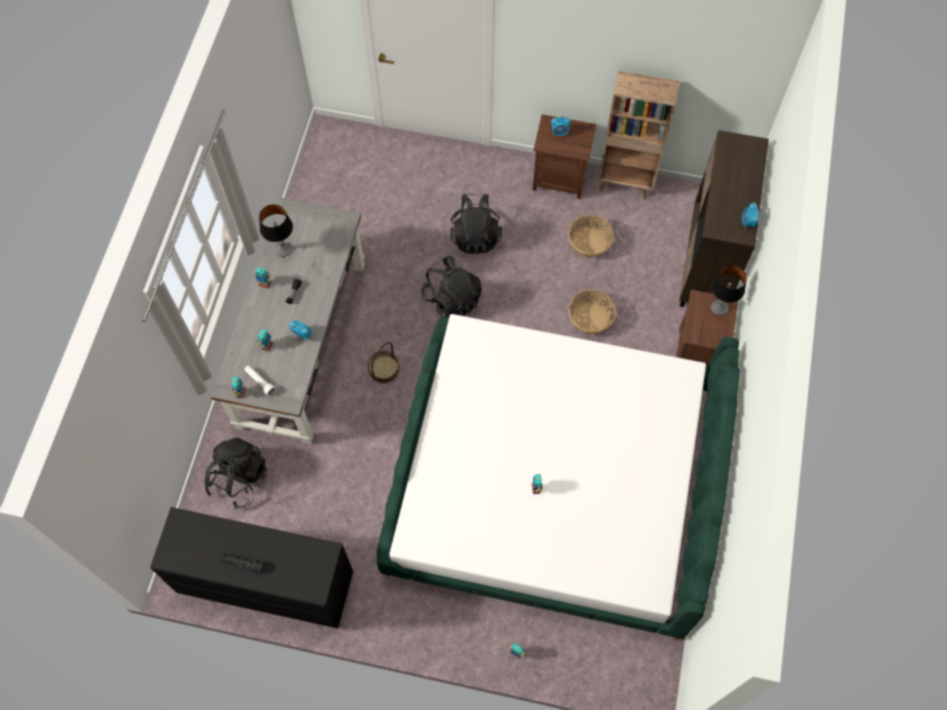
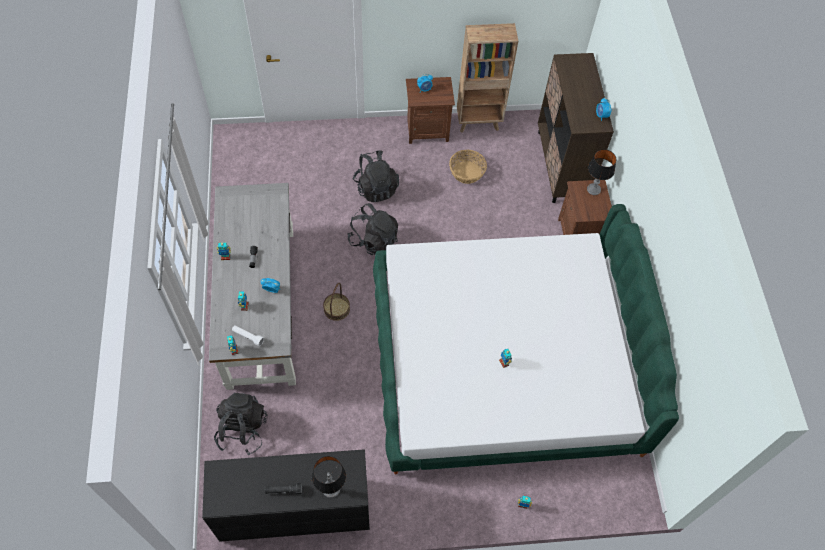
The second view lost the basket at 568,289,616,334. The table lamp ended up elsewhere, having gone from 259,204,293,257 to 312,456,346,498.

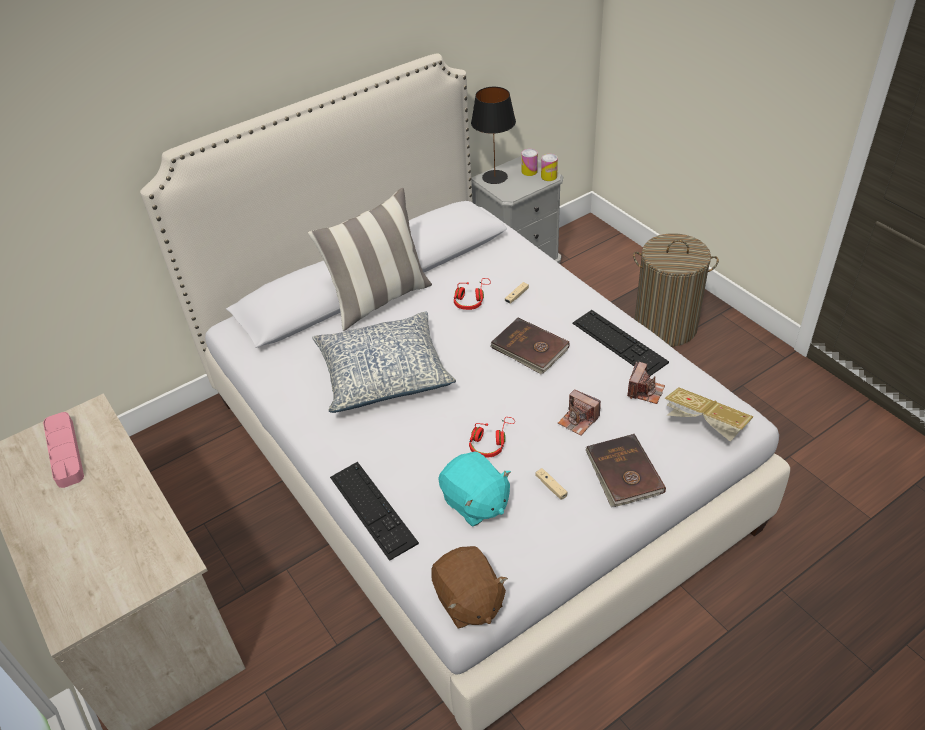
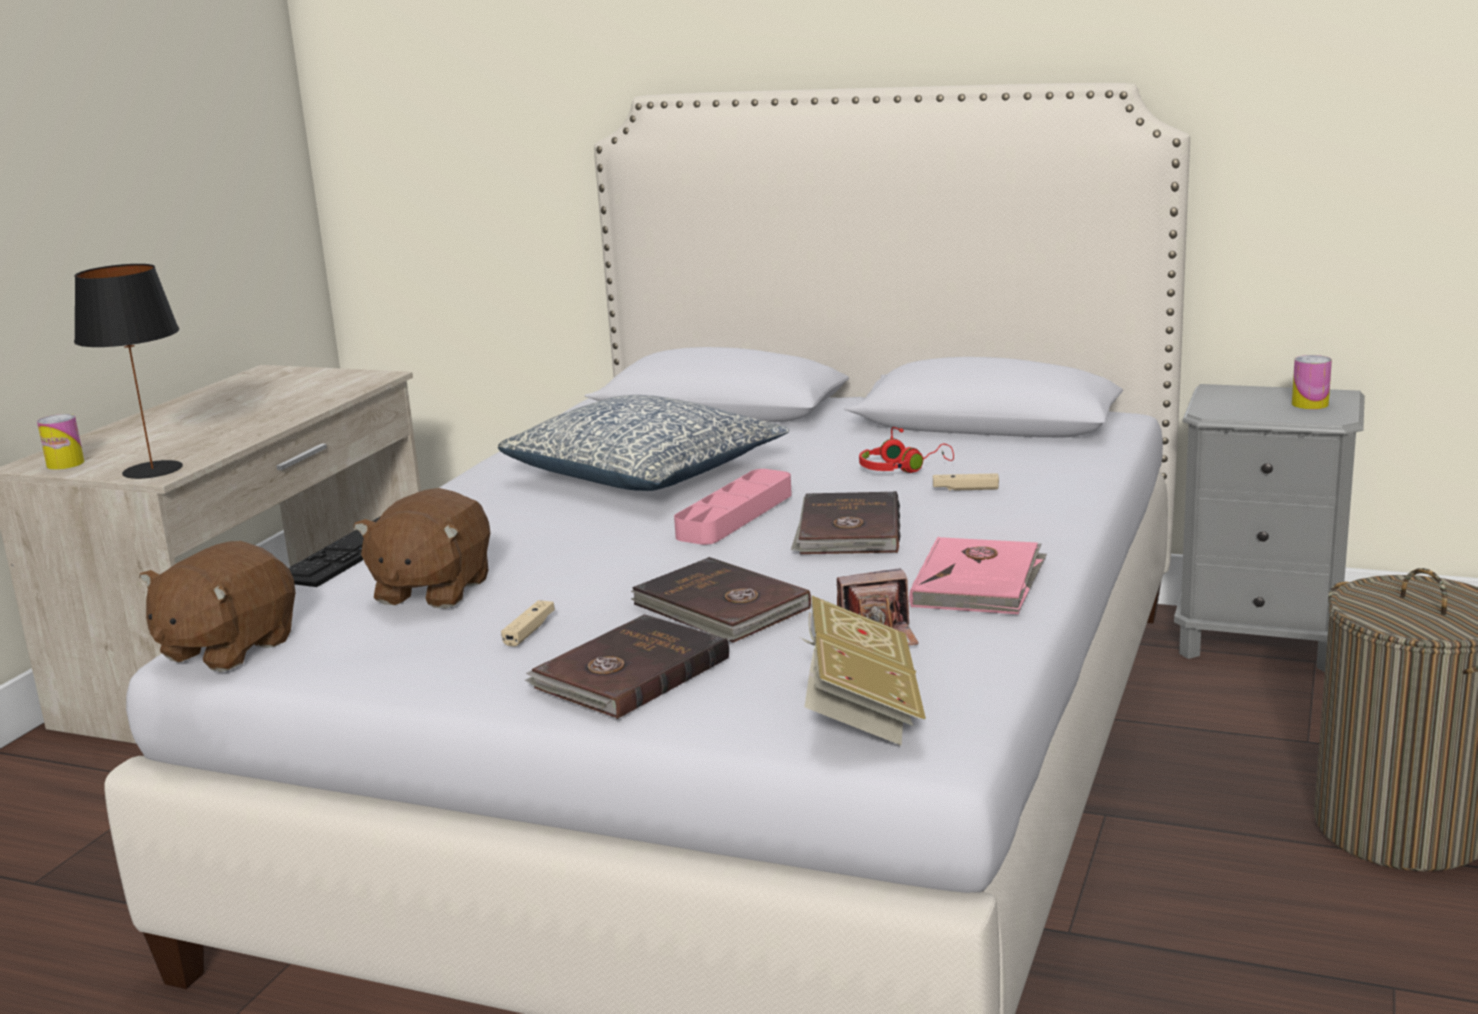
The second view lost the pillow at 308,188,432,331. The second view lost the red headphones at 469,417,515,457. The pink tray ended up elsewhere, having gone from 43,412,84,488 to 674,469,792,545. The black table lamp ended up elsewhere, having gone from 471,87,516,184 to 74,264,183,479. The can ended up elsewhere, having gone from 541,154,558,181 to 37,414,84,470. Where the photo camera stood at 558,389,601,436, the brown book came to stand at 631,557,811,643. Where the keyboard stood at 572,310,669,376, the pink book came to stand at 909,537,1047,614. What was the turquoise plush toy at 438,452,511,527 turned into the brown plush toy at 353,488,491,609.

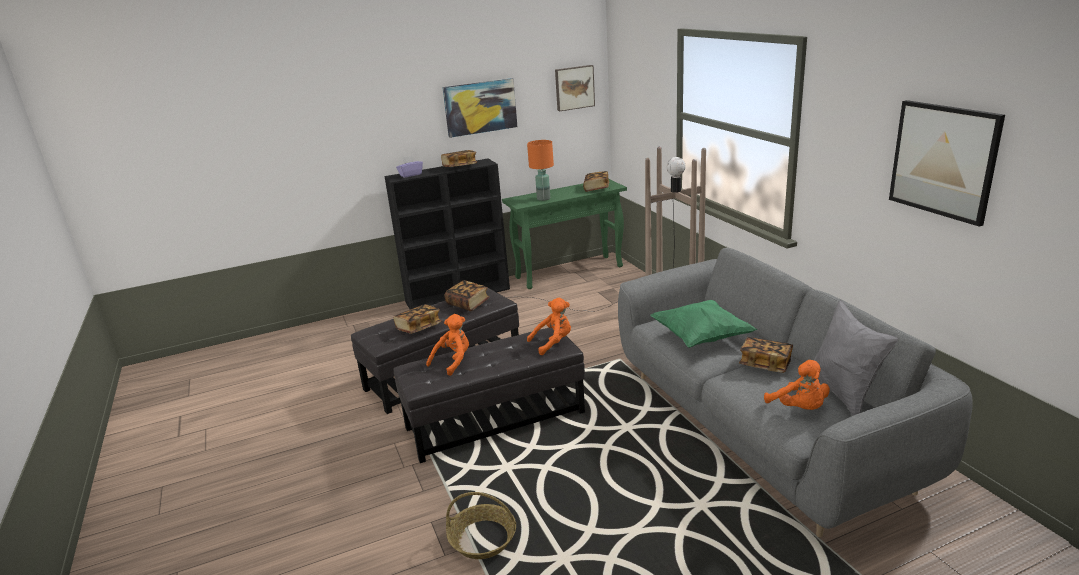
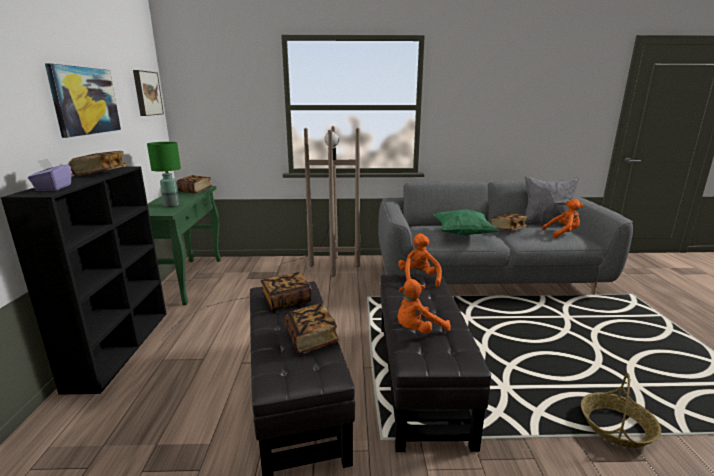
The second view lost the picture at 889,100,1005,227. What was the orange table lamp at 527,140,554,201 turned into the green table lamp at 147,142,181,207. The orange plush toy at 426,314,469,376 ended up facing another way, 90 degrees counterclockwise from before.

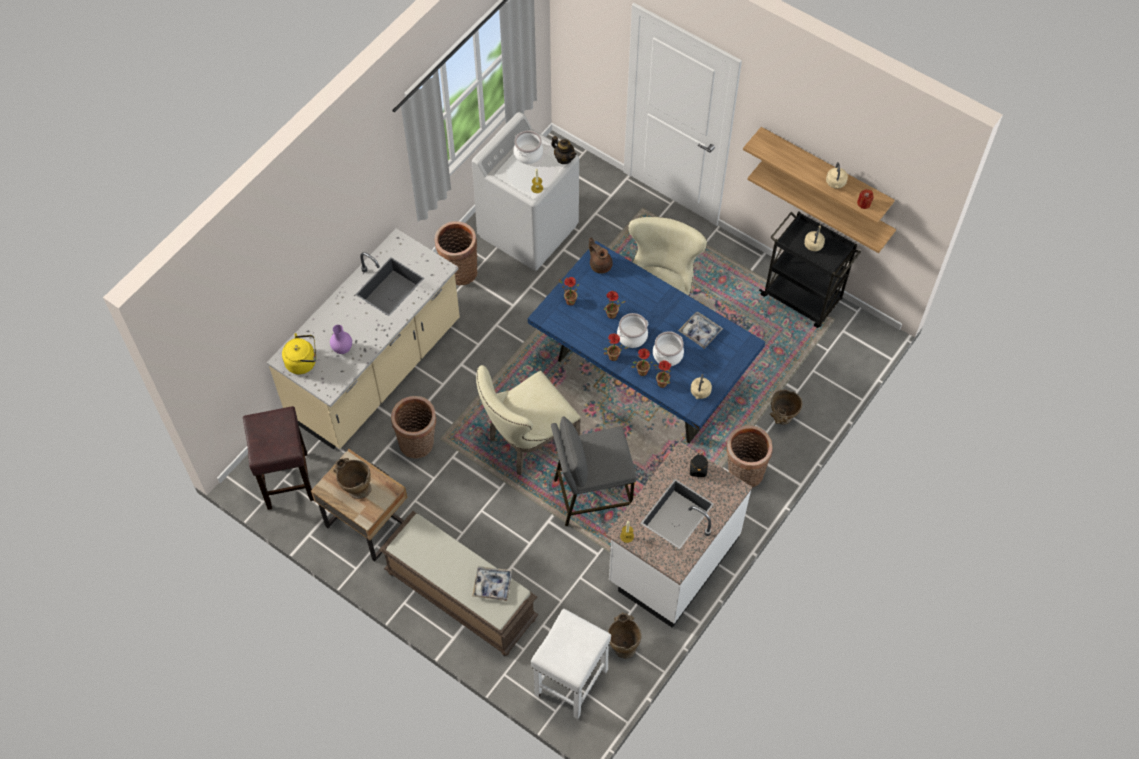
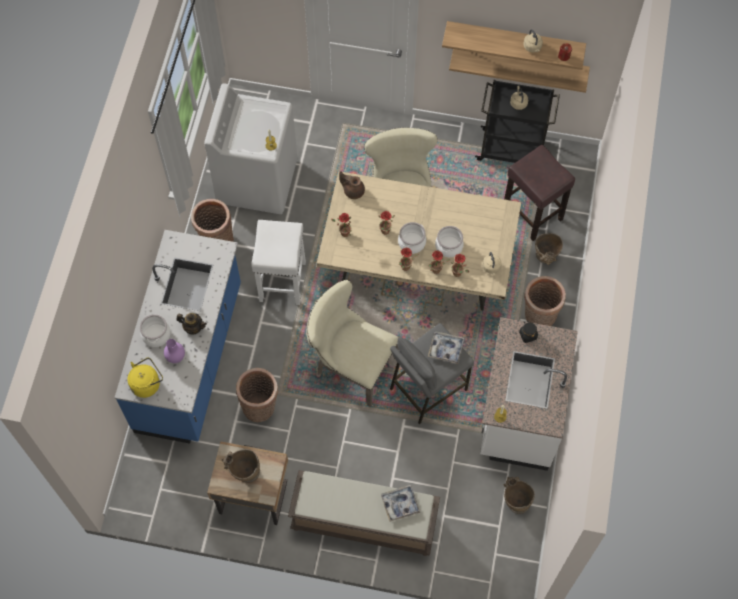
The brown stool ended up elsewhere, having gone from 243,406,314,510 to 504,145,575,241. The cooking pot ended up elsewhere, having gone from 514,131,543,164 to 140,314,170,347. The white stool ended up elsewhere, having gone from 531,609,611,719 to 251,220,306,305. The teapot ended up elsewhere, having gone from 551,136,577,164 to 176,313,207,335. The tray ended up elsewhere, having gone from 678,312,723,349 to 428,331,465,364. What was the beige counter at 267,228,460,450 turned into the blue counter at 114,230,241,444. What was the blue dining table at 527,241,765,443 turned into the beige dining table at 317,171,521,310. The beige chair at 476,365,581,475 ended up facing another way, 90 degrees clockwise from before.

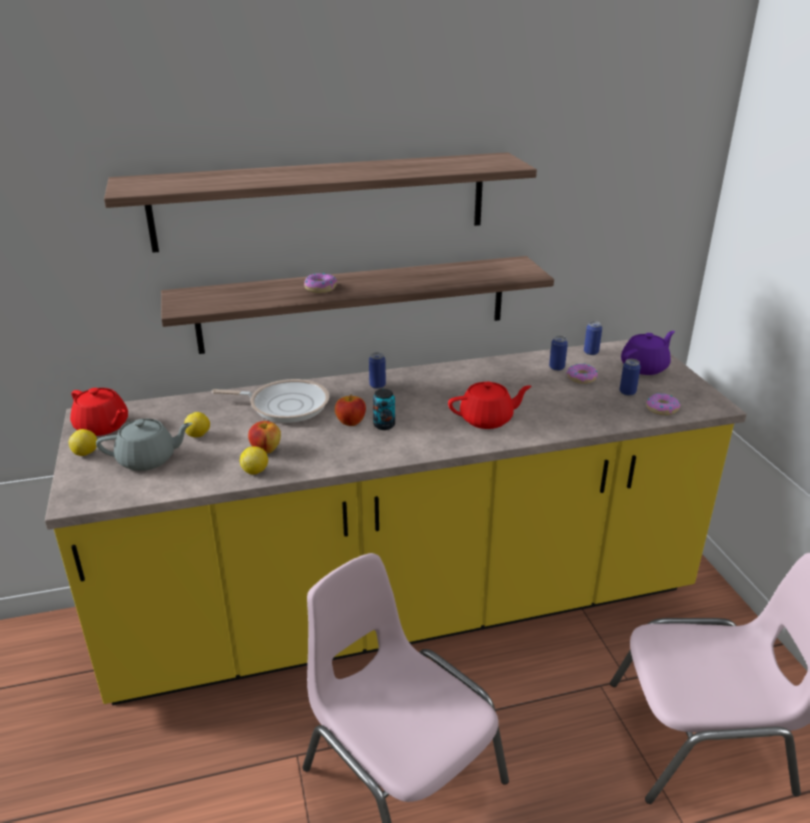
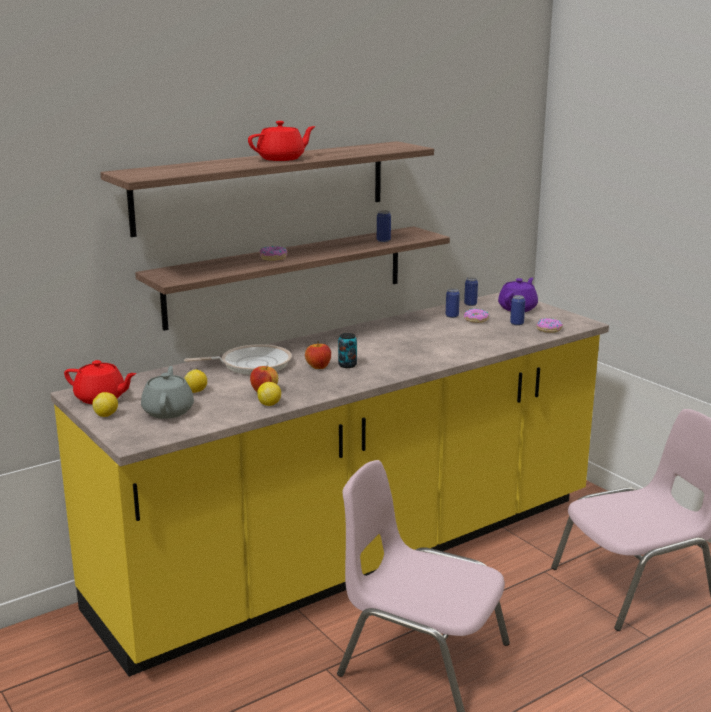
The can ended up elsewhere, having gone from 369,352,386,389 to 377,210,391,242. The red teapot ended up elsewhere, having gone from 448,381,532,429 to 248,121,316,161. The grey teapot at 96,419,193,471 ended up facing another way, 60 degrees counterclockwise from before.

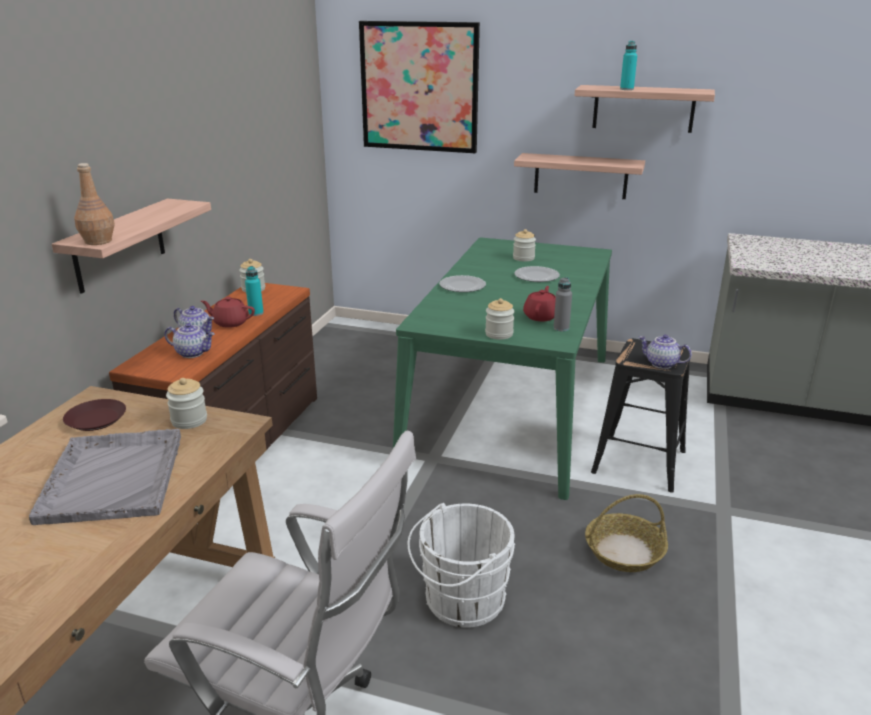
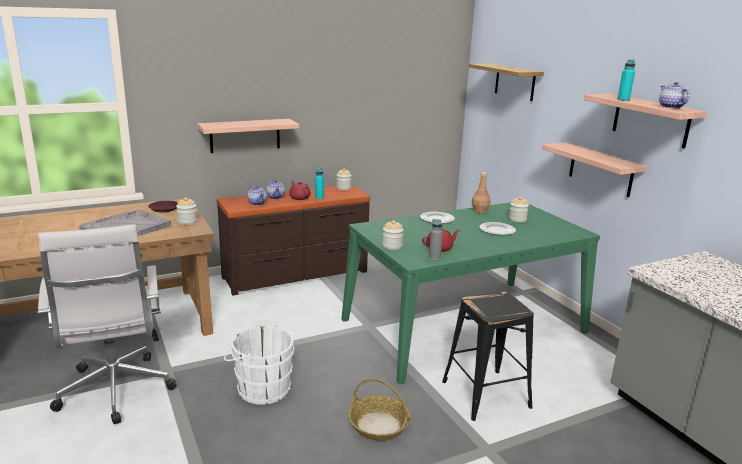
The brown bottle ended up elsewhere, having gone from 74,163,115,245 to 472,172,491,213. The teapot ended up elsewhere, having gone from 639,334,692,369 to 659,82,690,109. Where the picture hung at 359,21,480,153, the shelf came to hang at 469,63,544,101.

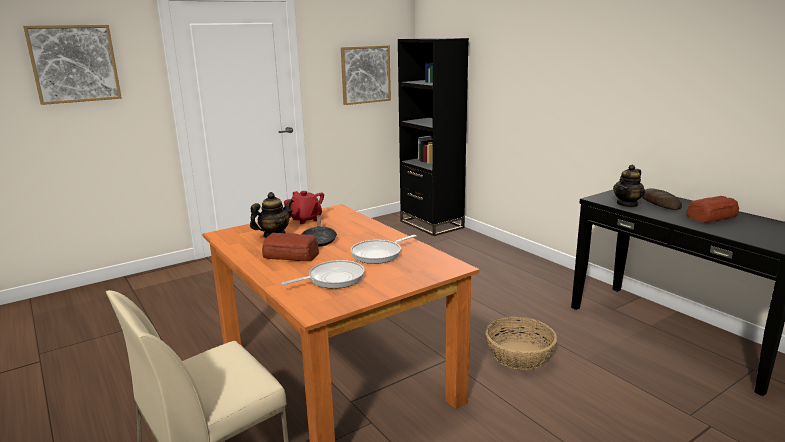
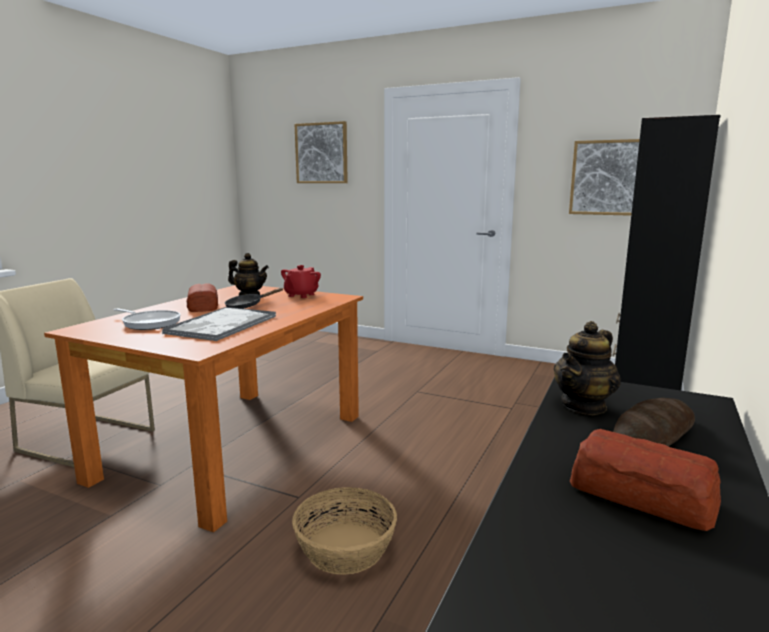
Where the frying pan stood at 351,235,416,264, the tray came to stand at 162,307,276,341. The teapot at 613,164,645,208 ended up facing another way, 60 degrees counterclockwise from before.

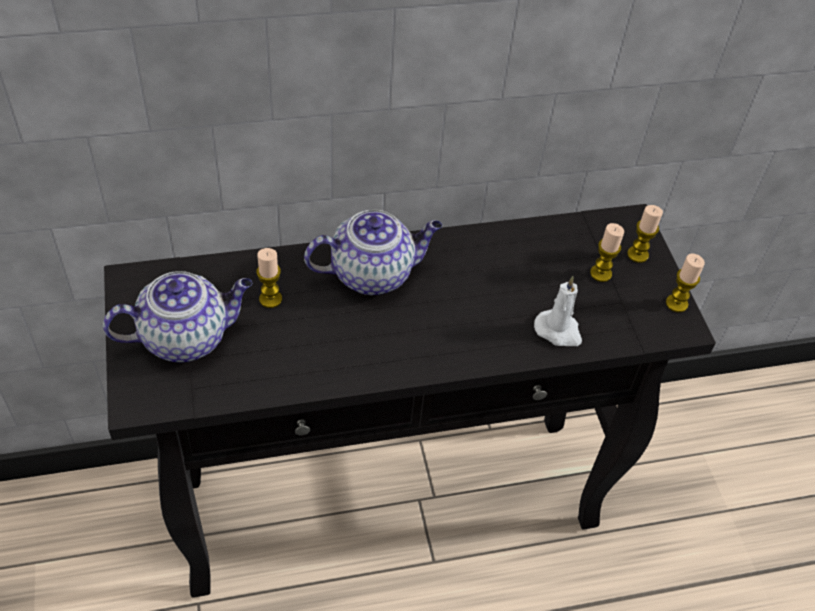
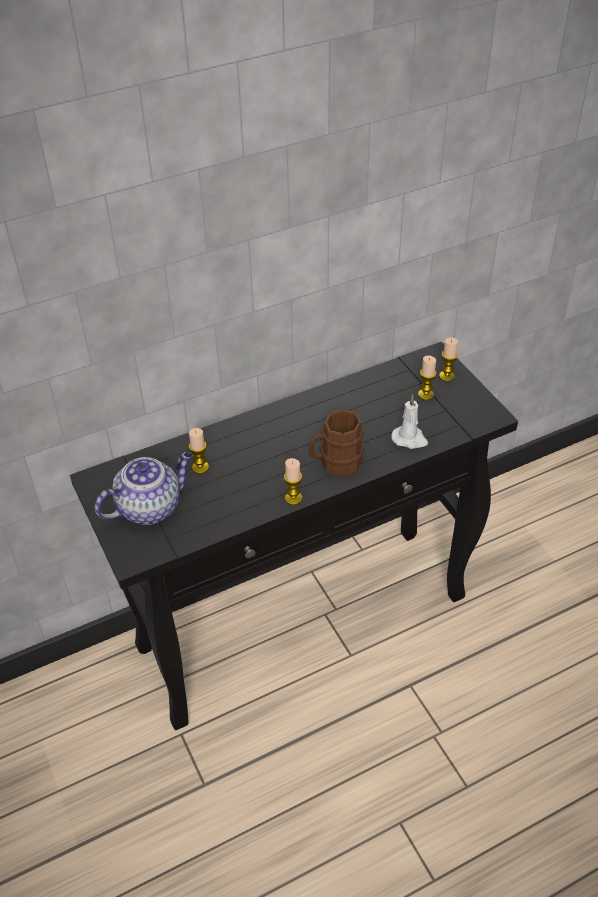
The second view lost the teapot at 304,210,442,295. The second view gained the brown mug at 308,410,364,476. The candle ended up elsewhere, having gone from 666,253,705,312 to 284,458,302,505.

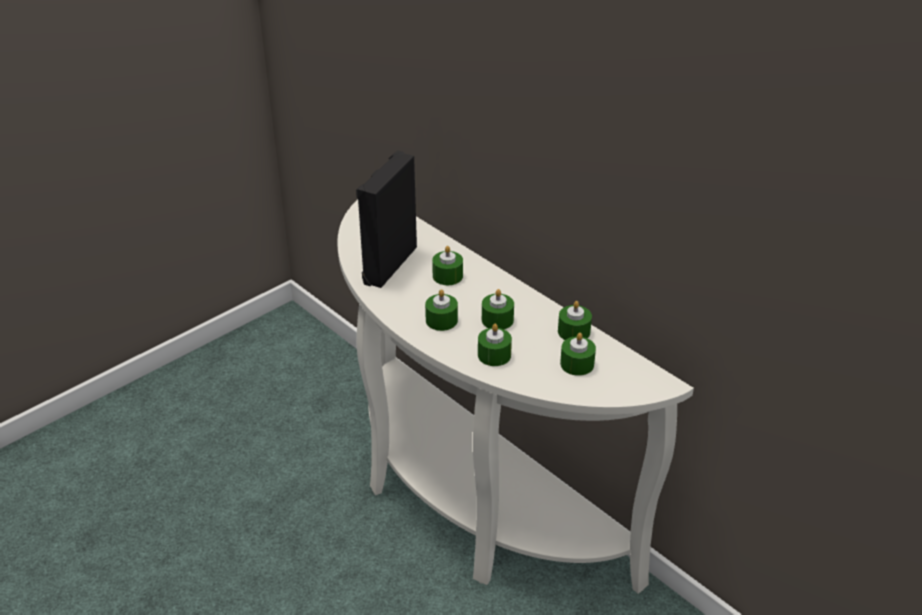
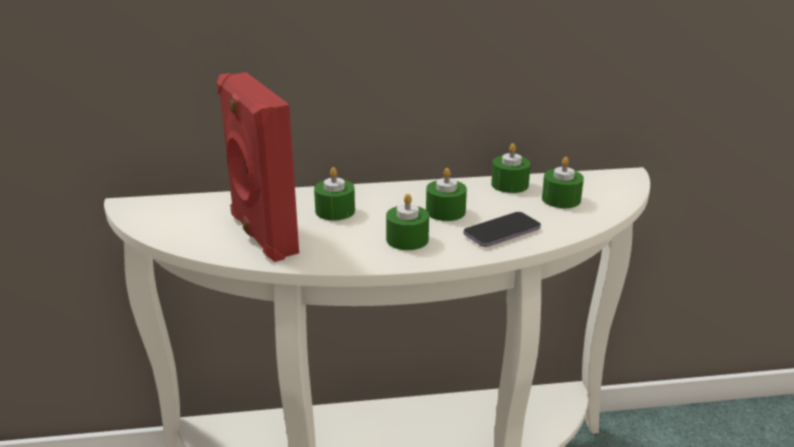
Where the green candle stood at 478,324,512,366, the phone came to stand at 463,212,541,247. What was the black speaker at 356,150,417,288 turned into the red speaker at 217,72,299,262.

